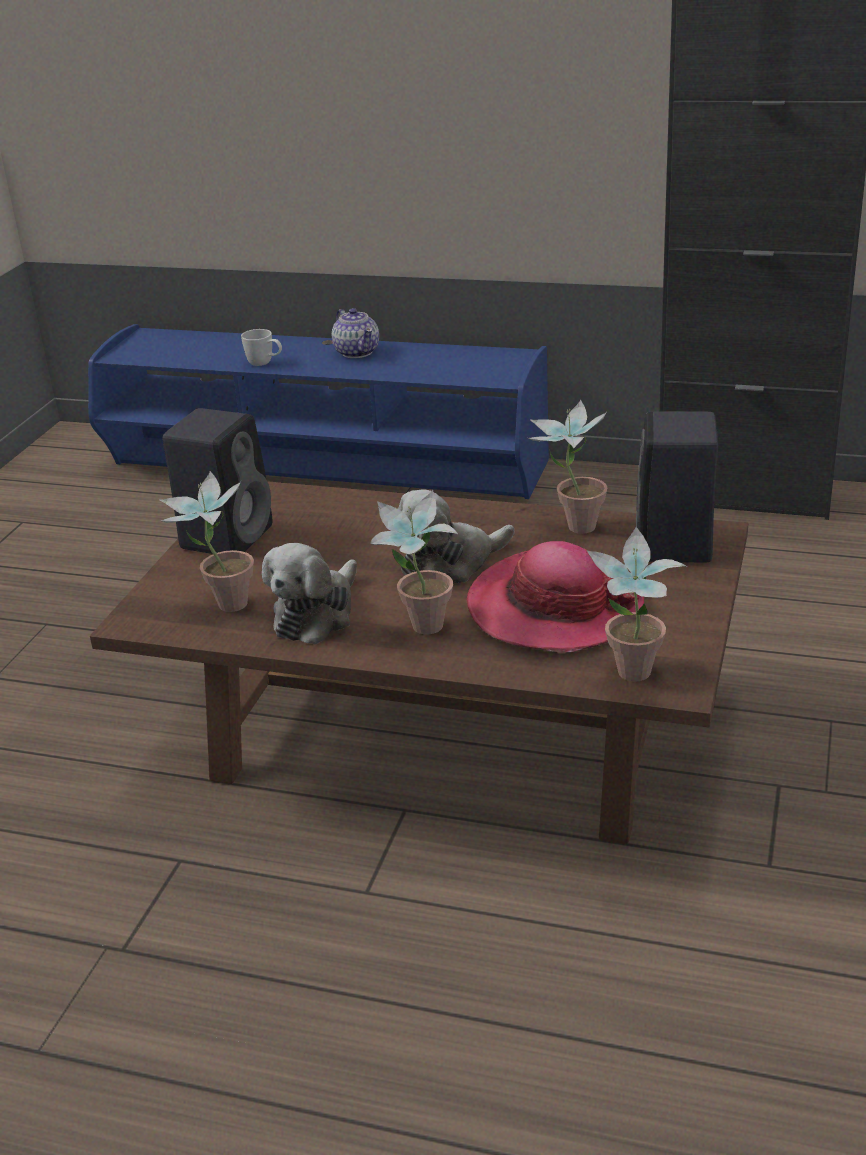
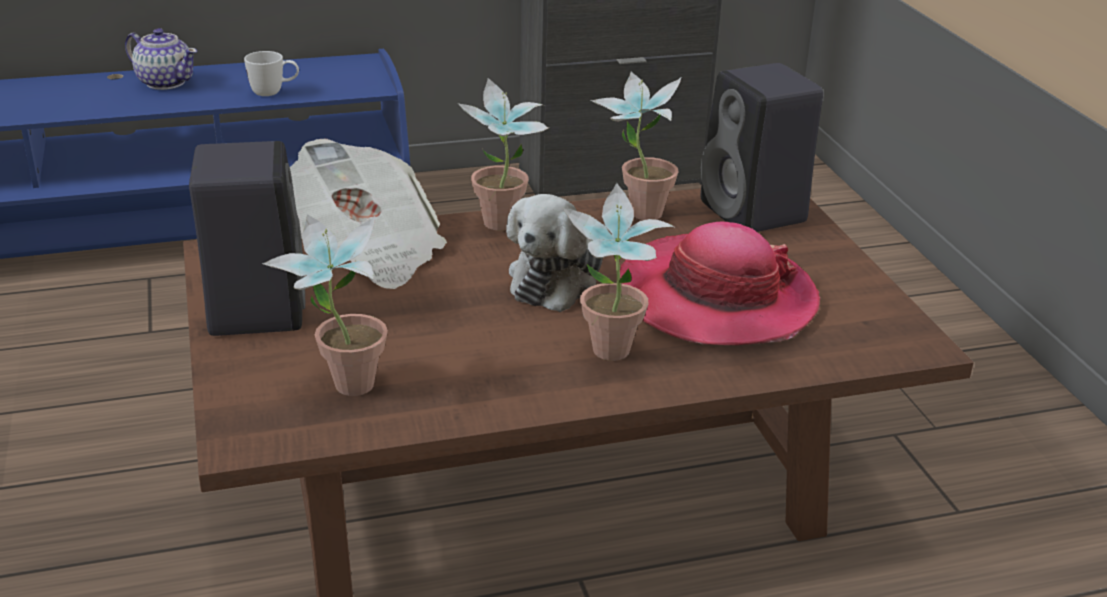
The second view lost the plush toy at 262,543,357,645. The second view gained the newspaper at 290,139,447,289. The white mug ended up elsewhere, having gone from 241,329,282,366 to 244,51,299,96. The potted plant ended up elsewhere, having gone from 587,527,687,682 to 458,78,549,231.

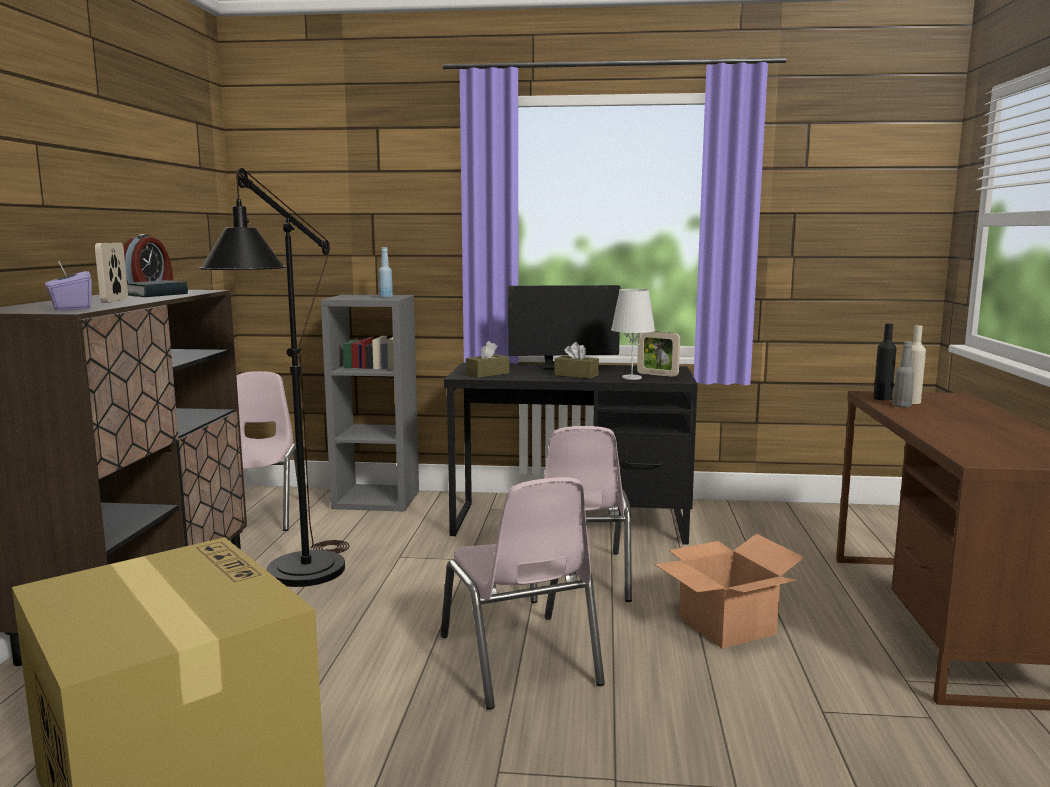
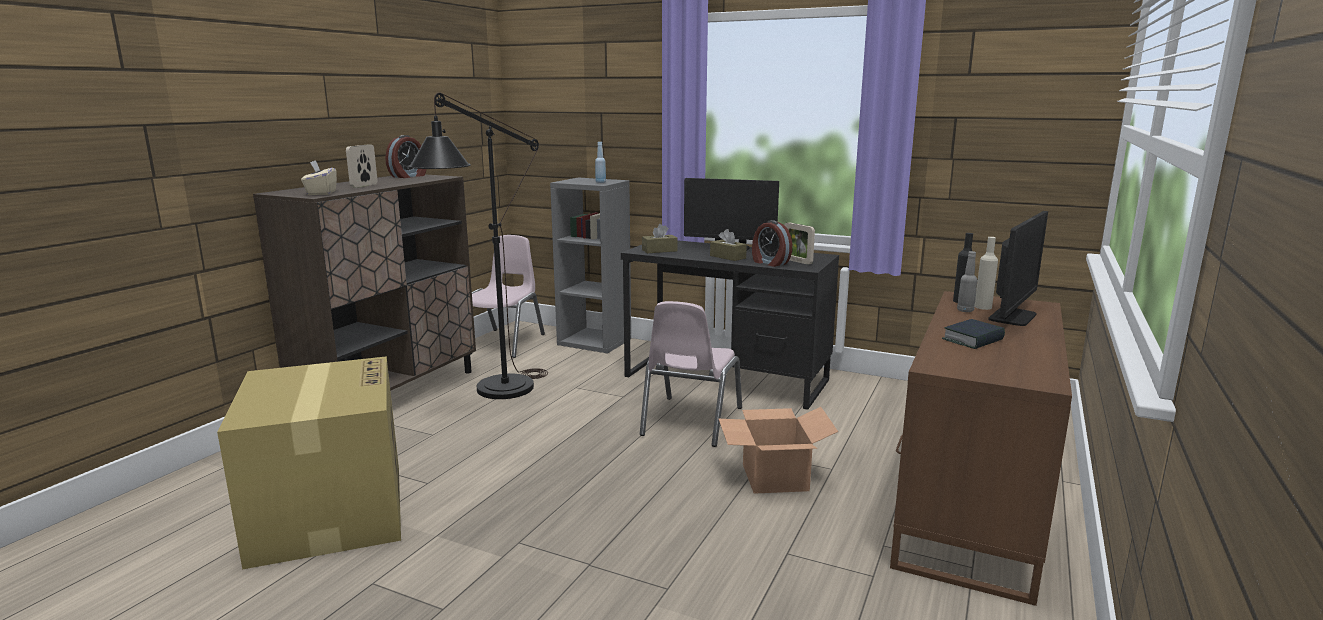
The second view lost the pink chair at 441,477,605,710. The second view gained the monitor at 988,211,1048,326. The book ended up elsewhere, having gone from 127,280,188,297 to 942,319,1005,349. Where the white table lamp stood at 611,289,656,380, the alarm clock came to stand at 752,220,792,267. What was the purple tissue box at 45,261,92,311 turned into the beige tissue box at 301,160,337,195.

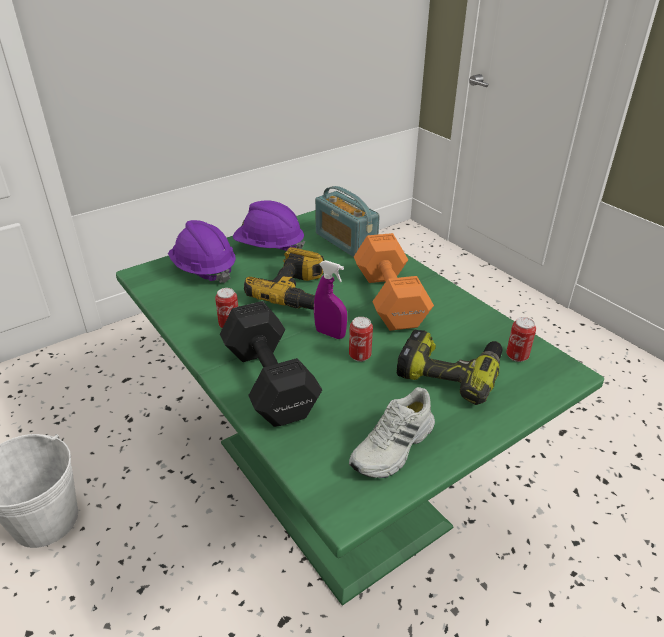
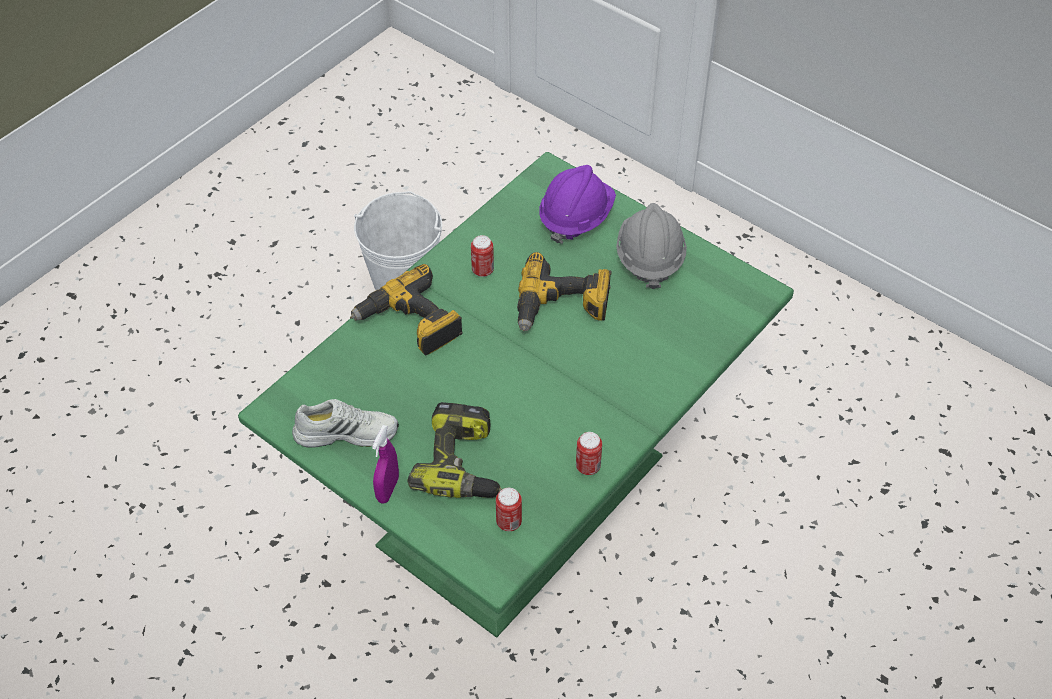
The second view lost the radio at 315,186,380,257. The second view lost the orange dumbbell at 354,233,434,331. The purple spray bottle ended up elsewhere, having gone from 314,260,347,339 to 372,425,399,504. The can ended up elsewhere, having gone from 349,317,373,362 to 576,432,602,475. Where the black dumbbell stood at 220,301,322,427, the power drill came to stand at 350,264,463,356. What was the purple hard hat at 233,200,305,251 turned into the grey hard hat at 616,203,687,289. The white shoe at 349,387,435,478 ended up facing another way, 150 degrees clockwise from before.

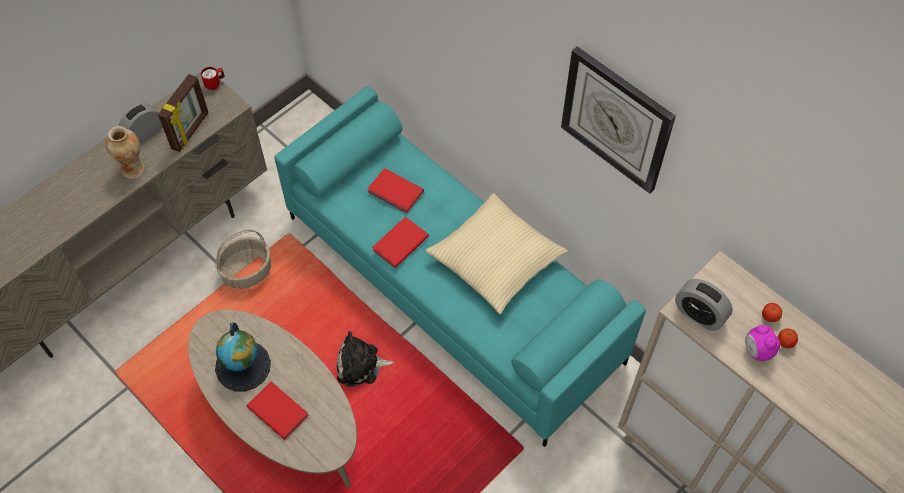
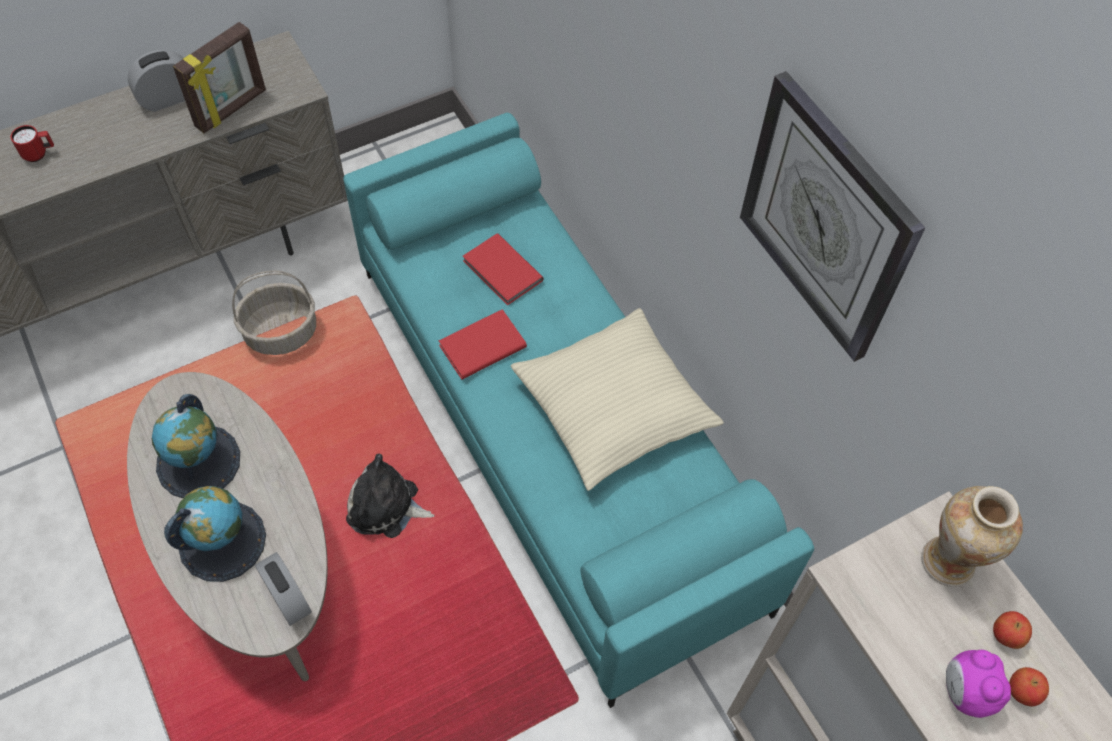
The vase ended up elsewhere, having gone from 105,126,145,179 to 921,486,1023,587. The red mug ended up elsewhere, having gone from 201,67,225,90 to 10,125,54,162. The alarm clock ended up elsewhere, having gone from 675,279,733,331 to 255,552,312,626. Where the red book stood at 247,382,309,440, the globe came to stand at 164,486,266,582.

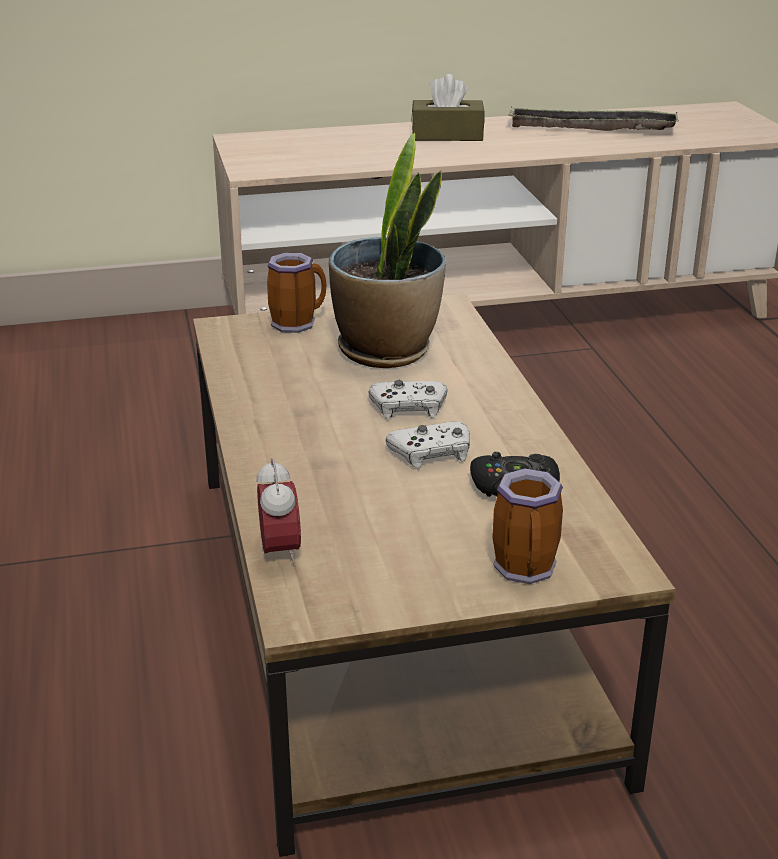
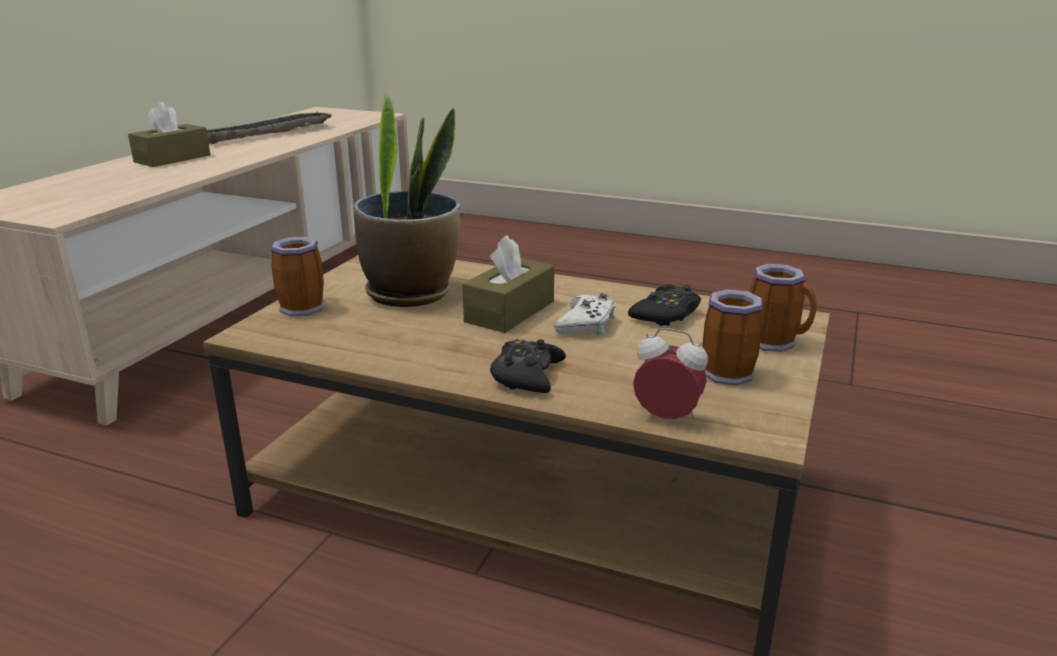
The second view gained the black game controller at 490,339,566,393. The second view gained the mug at 702,289,763,386. Where the white game controller stood at 368,380,447,419, the brown tissue box came to stand at 462,235,554,333.

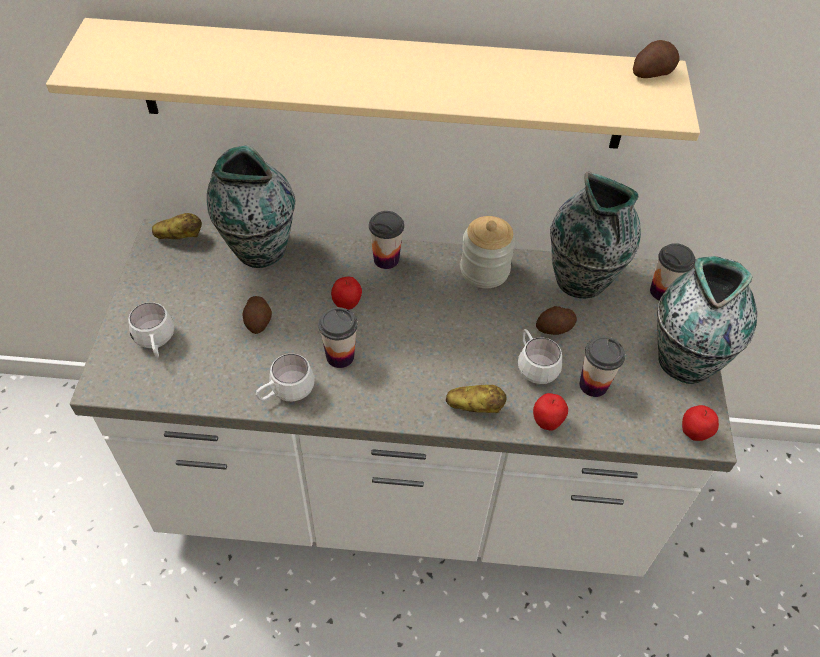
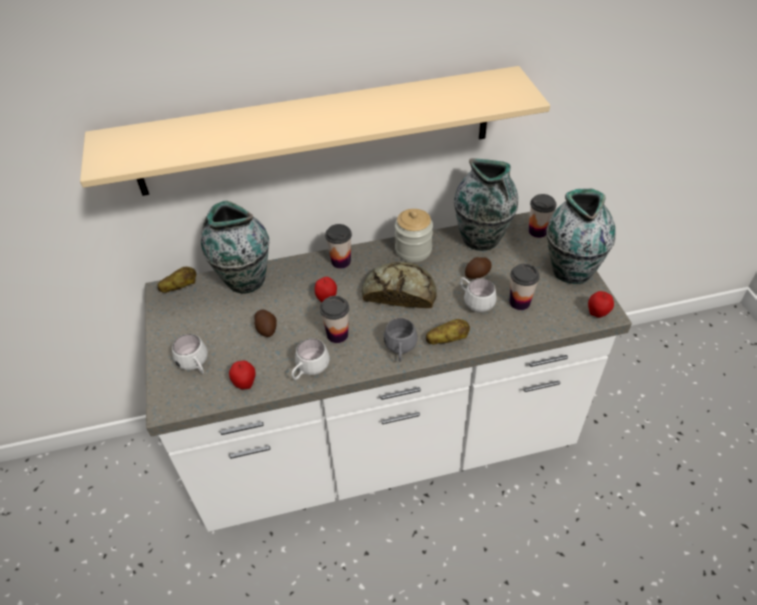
The second view lost the potato at 633,40,680,78. The second view gained the bread at 362,262,437,308. The second view gained the grey mug at 384,318,417,362. The apple ended up elsewhere, having gone from 533,393,568,431 to 229,361,256,389.

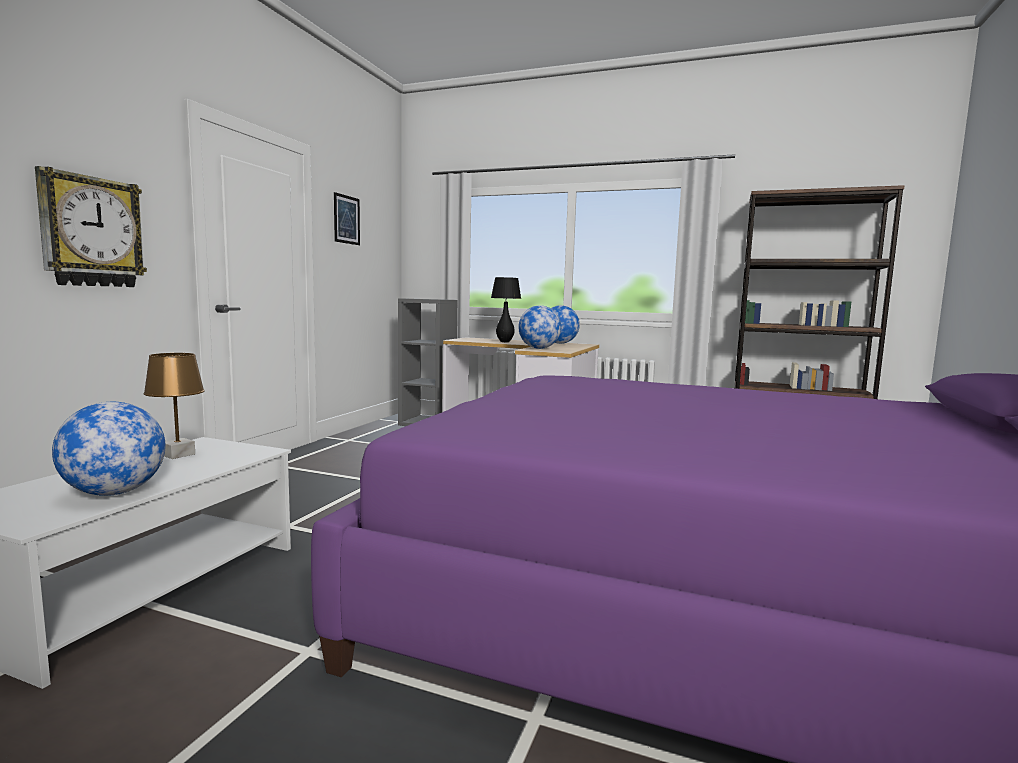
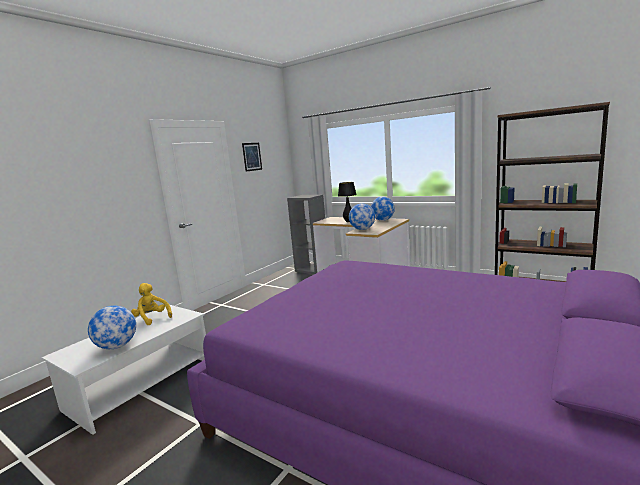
The second view lost the wall clock at 35,166,147,287. Where the brown table lamp stood at 144,353,205,459, the yellow plush toy came to stand at 131,283,172,325.

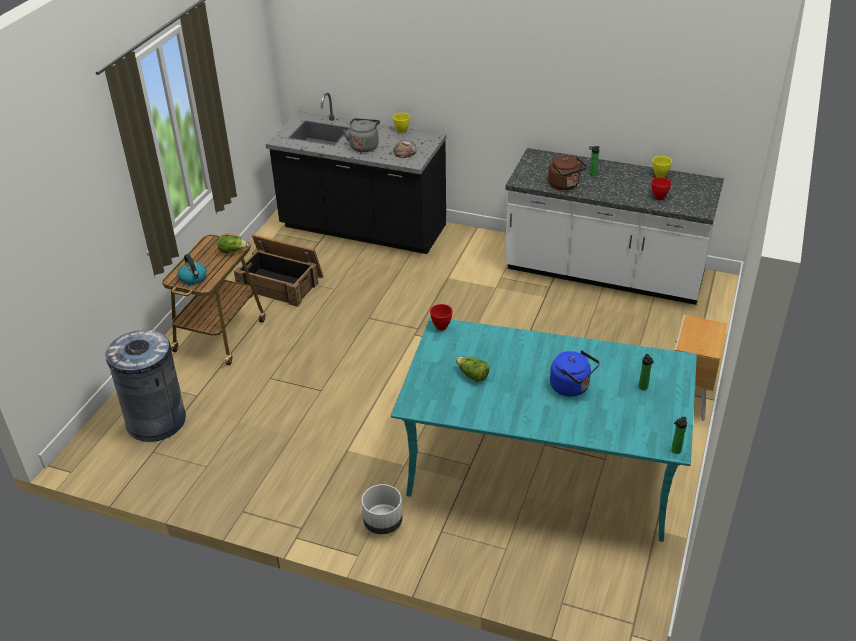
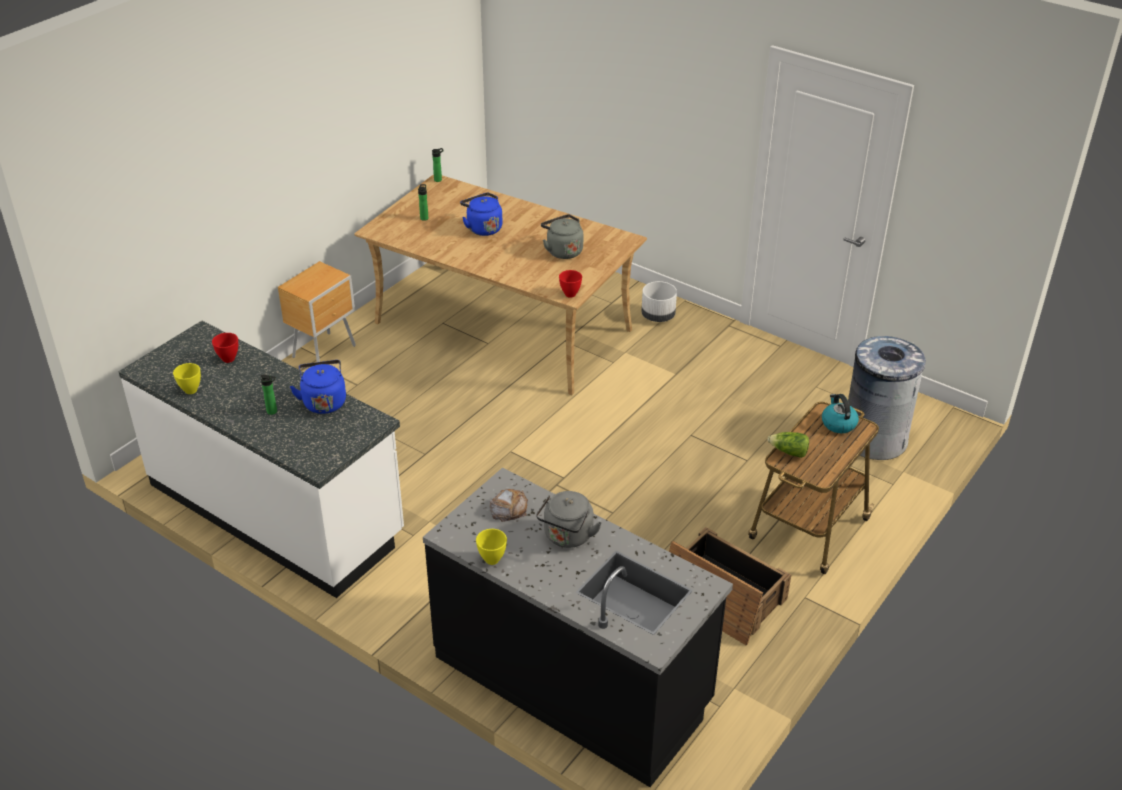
Where the lettuce stood at 456,357,489,382, the grey kettle came to stand at 541,214,583,259. What was the turquoise dining table at 391,317,697,542 turned into the beige dining table at 354,174,647,395. What was the brown kettle at 548,156,587,190 turned into the blue kettle at 290,360,346,414.

